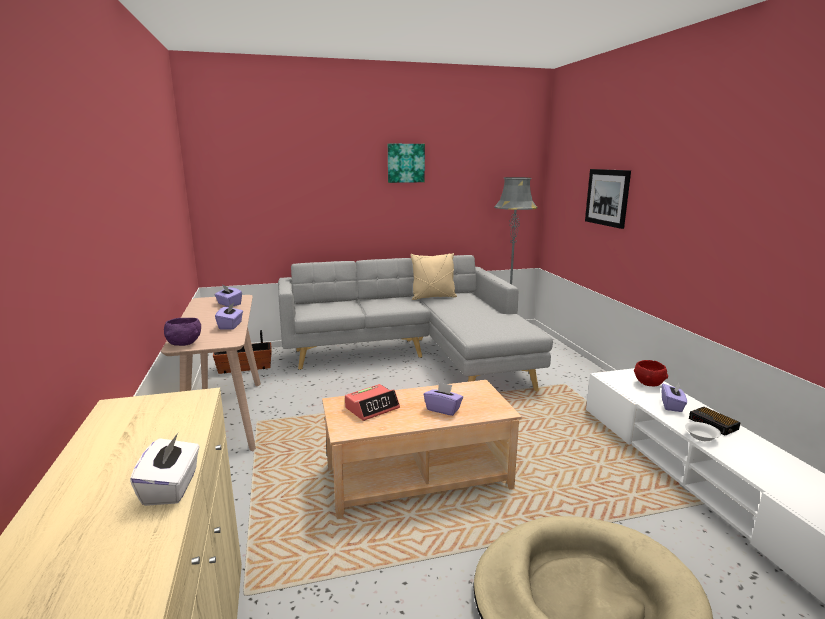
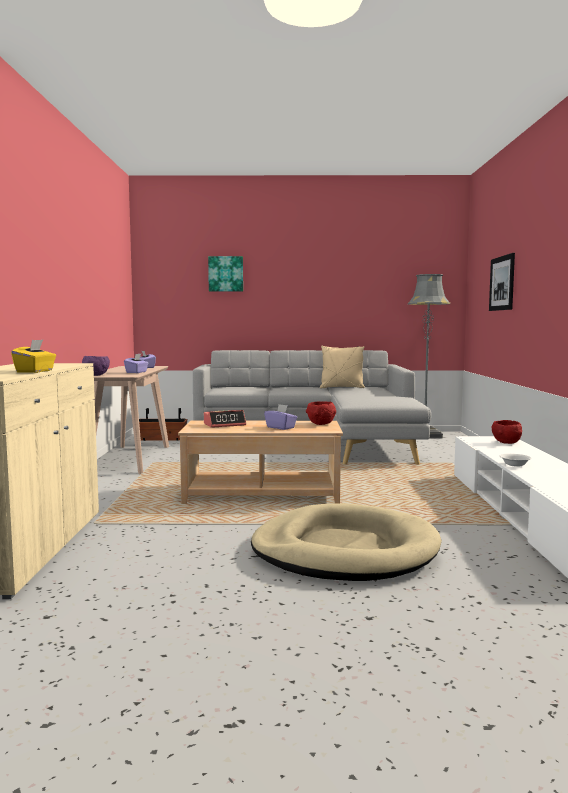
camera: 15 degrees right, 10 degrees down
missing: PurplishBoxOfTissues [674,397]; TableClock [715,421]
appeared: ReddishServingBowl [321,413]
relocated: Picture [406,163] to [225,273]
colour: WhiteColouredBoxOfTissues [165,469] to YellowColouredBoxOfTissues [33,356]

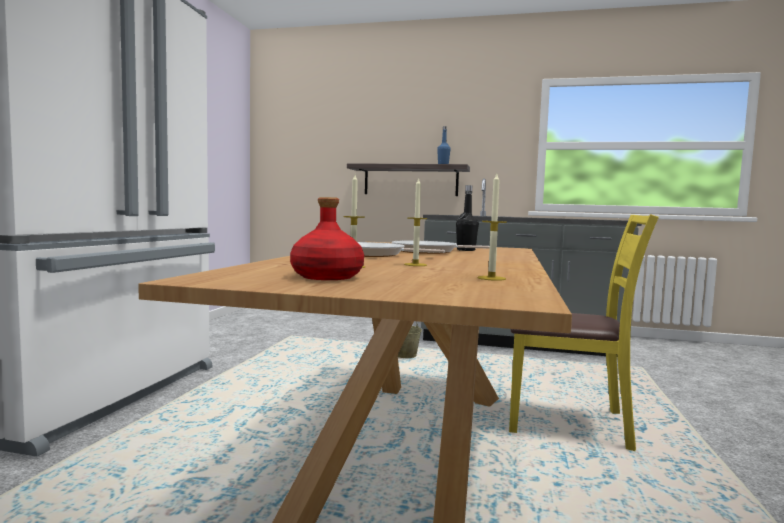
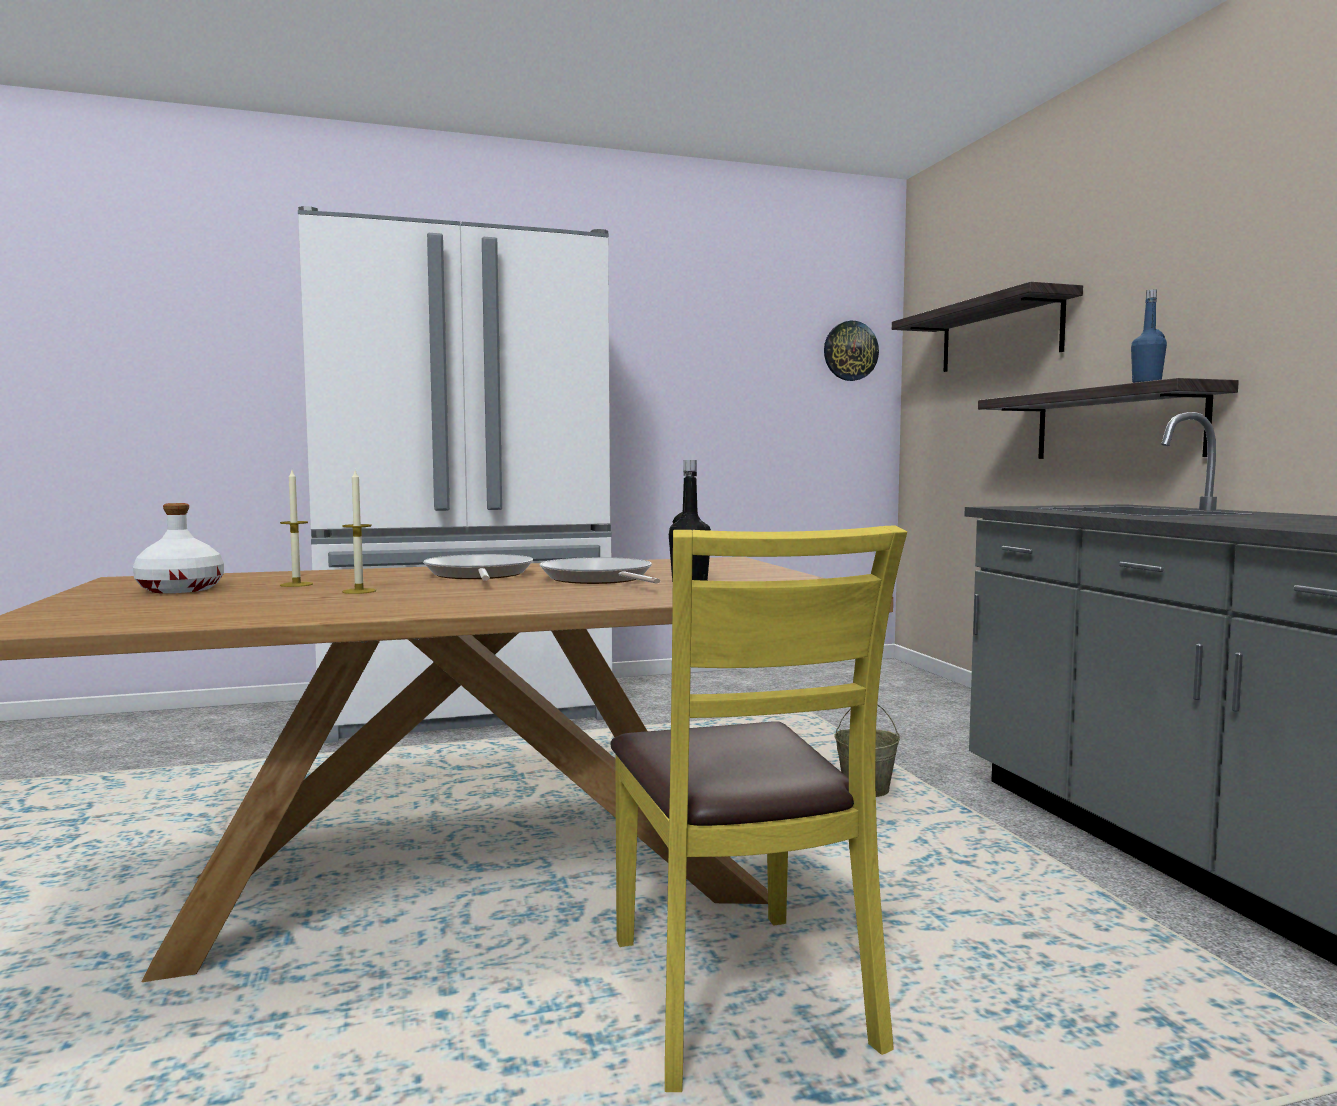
camera: 60 degrees right, 0 degrees up
missing: WaxCandle [492,227]
appeared: ClockOnTheWall [851,351]; WallShelf [987,327]
colour: ReddishBottle [327,238] to WhiteColouredBottle [178,548]

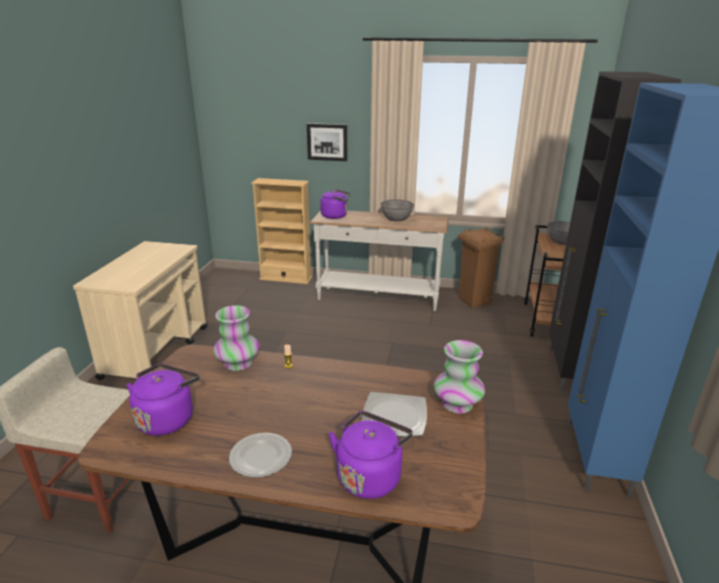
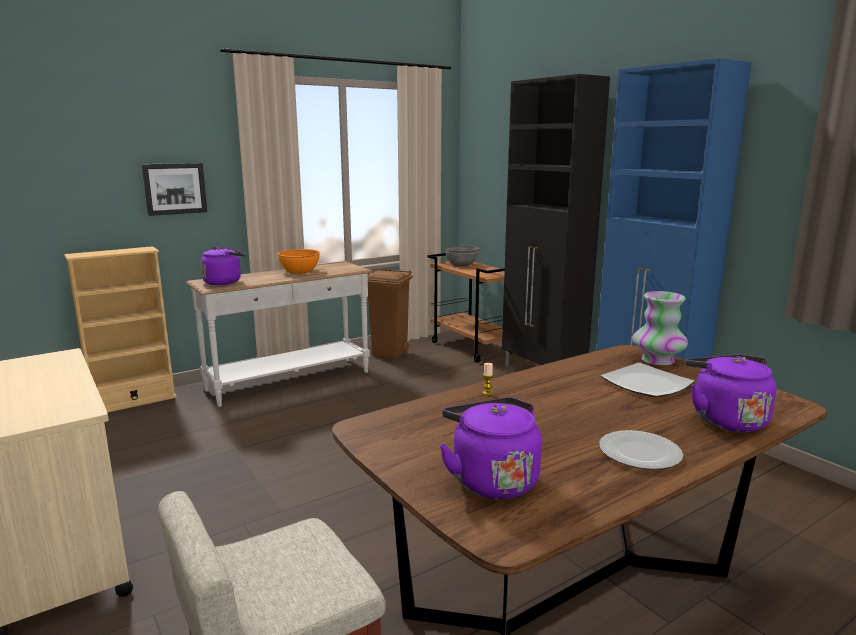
camera: 45 degrees left, 10 degrees down
missing: Vase [236,338]
colour: GreyishServingBowl [397,210] to OrangeColouredServingBowl [298,261]

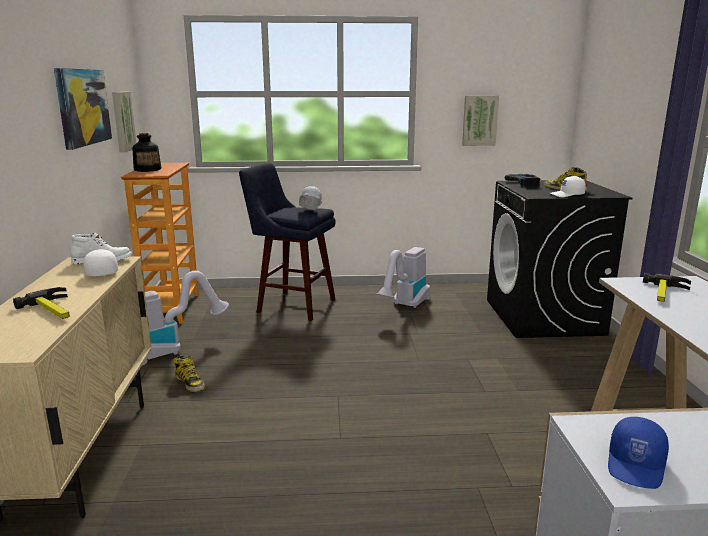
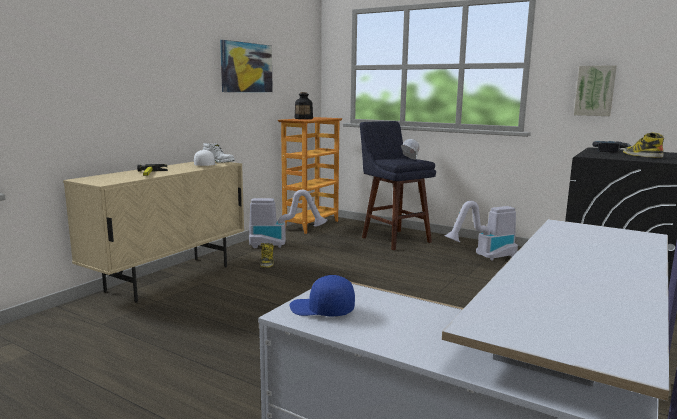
camera: 35 degrees right, 5 degrees down
missing: Picture [124,122]; WhiteColouredBaseballCap [568,186]; ToolHammer [667,287]
spun: BlueColouredBaseballCap [638,453] = [322,296] 45 degrees clockwise

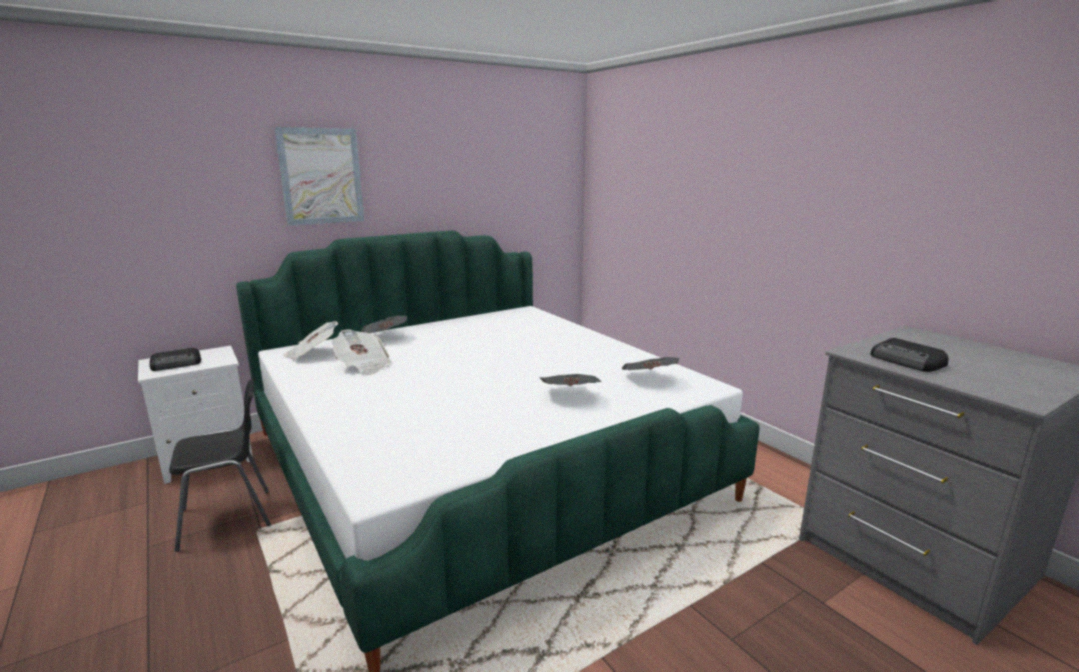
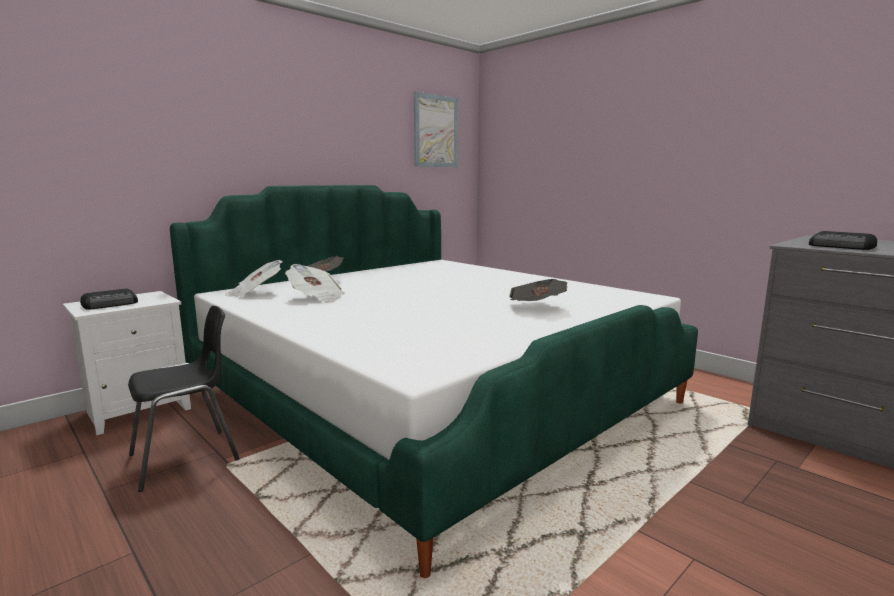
camera: 10 degrees left, 5 degrees down
missing: DailyPaper [651,363]
relocated: Picture [319,176] to [436,129]

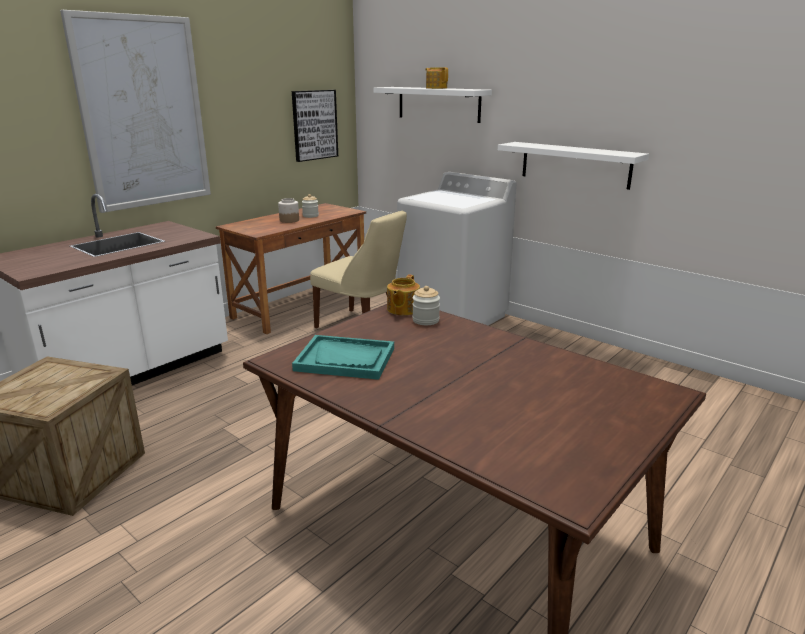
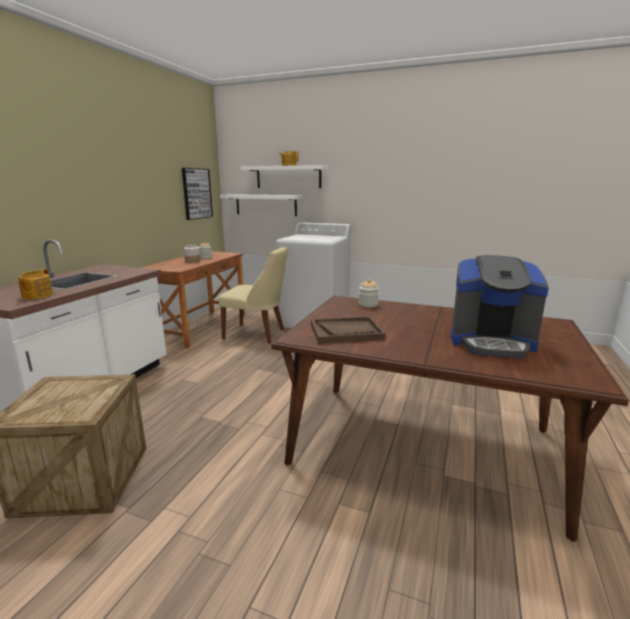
camera: 20 degrees left, 5 degrees down
missing: Picture [135,111]
appeared: CoffeeMaker [500,306]
relocated: TeaPot [403,294] to [35,284]; WhiteColouredWallShelf [573,166] to [262,205]
colour: TurquoiseServingTray [343,357] to BrownishServingTray [348,330]

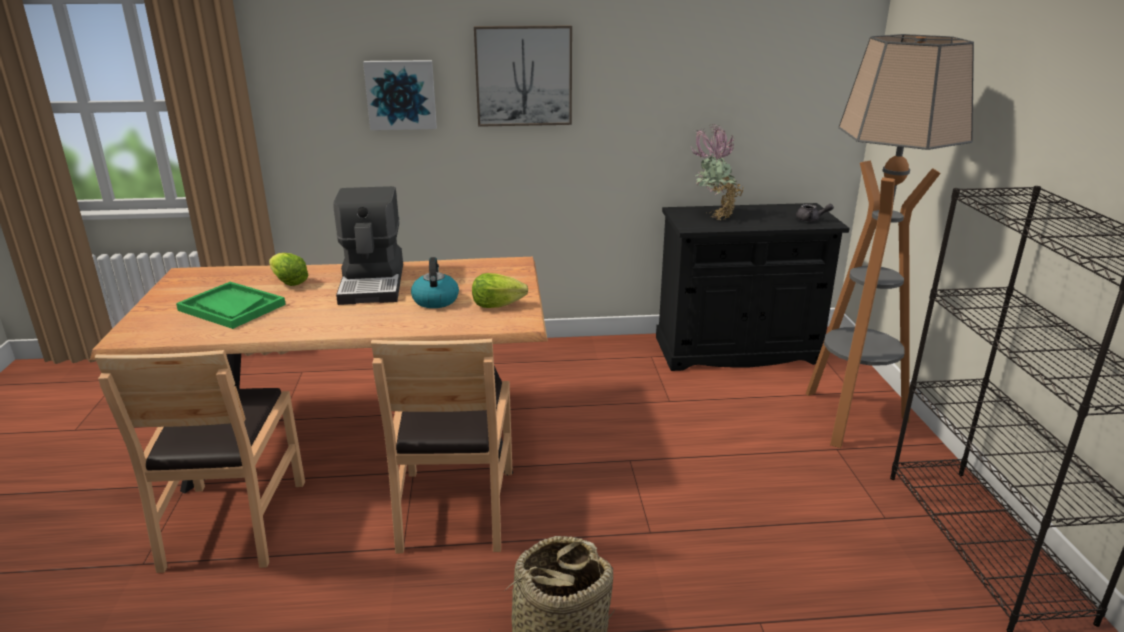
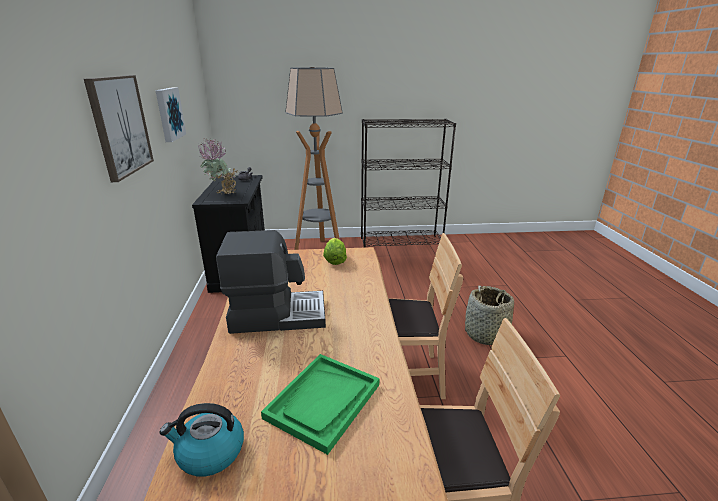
camera: 90 degrees left, 0 degrees up
missing: Lettuce [288,269]
relocated: Picture [400,95] to [170,114]; TeaKettle [435,282] to [202,440]

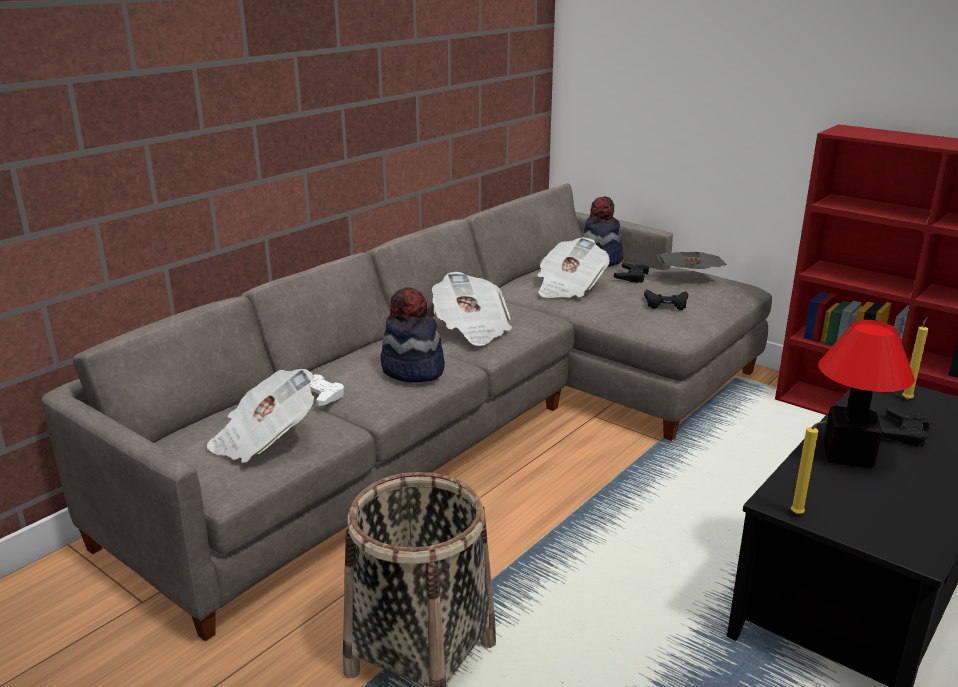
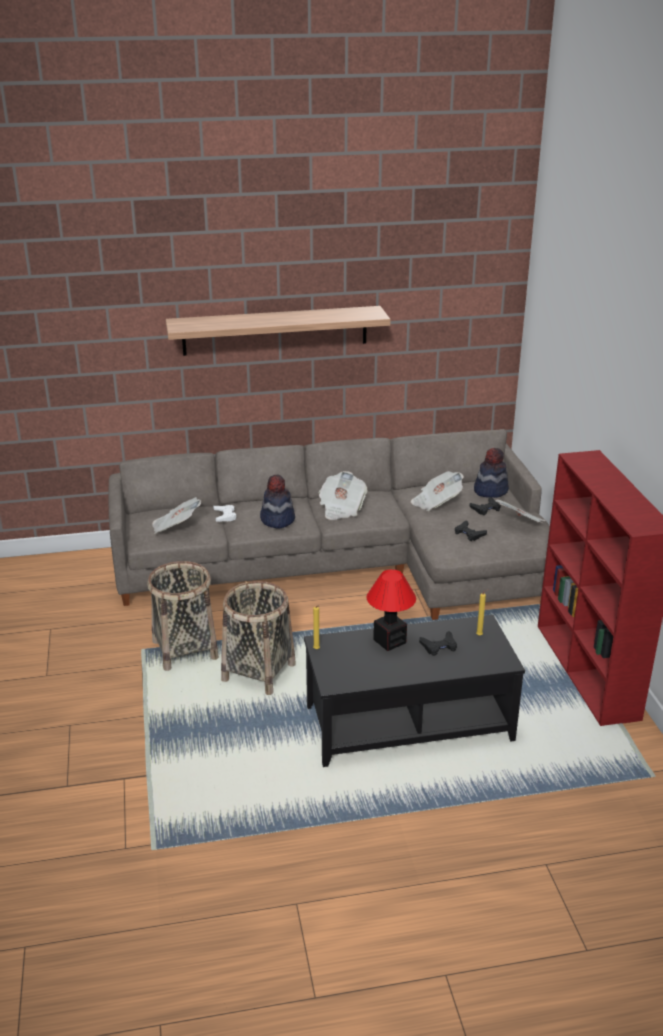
camera: 40 degrees right, 5 degrees up
appeared: WallShelf [278,331]; Basket [258,638]

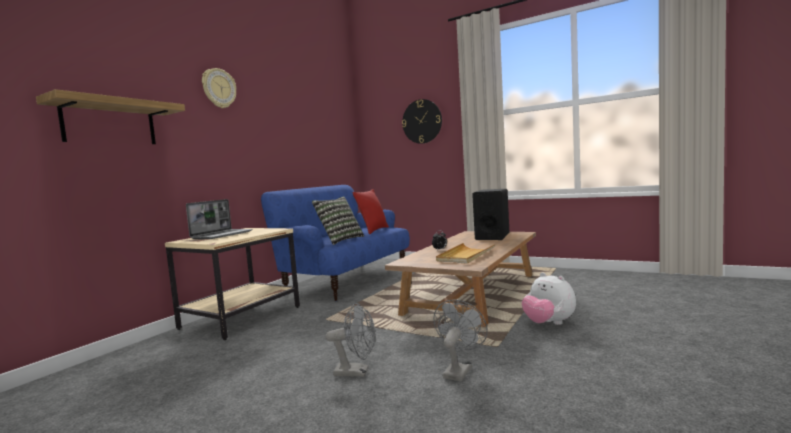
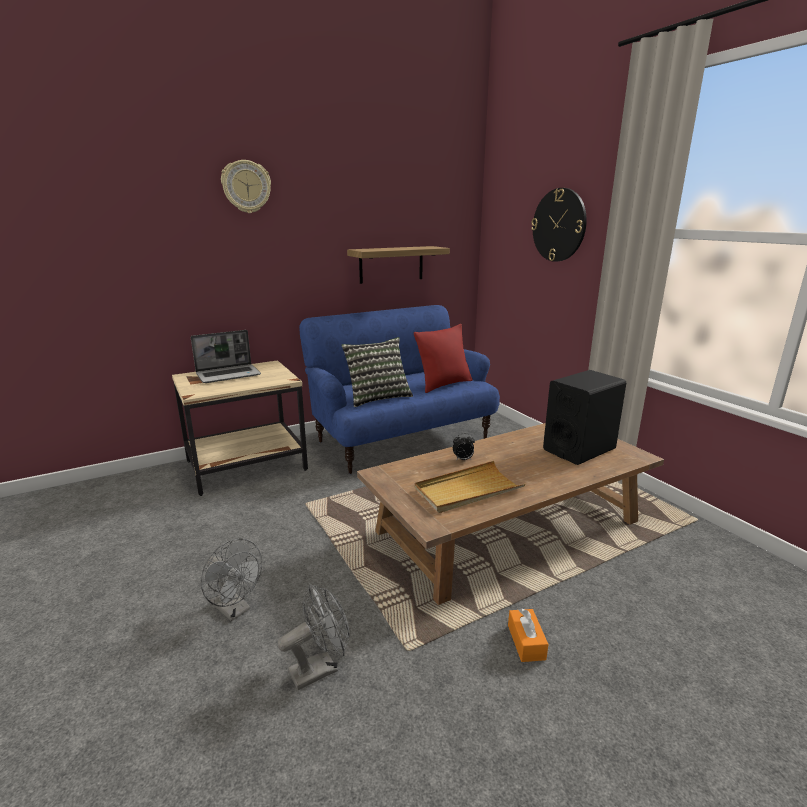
camera: 30 degrees right, 15 degrees up
relocated: WallShelf [110,116] to [398,265]
exchanged: CuddlyToy [549,298] to OrangeColouredBoxOfTissues [528,635]

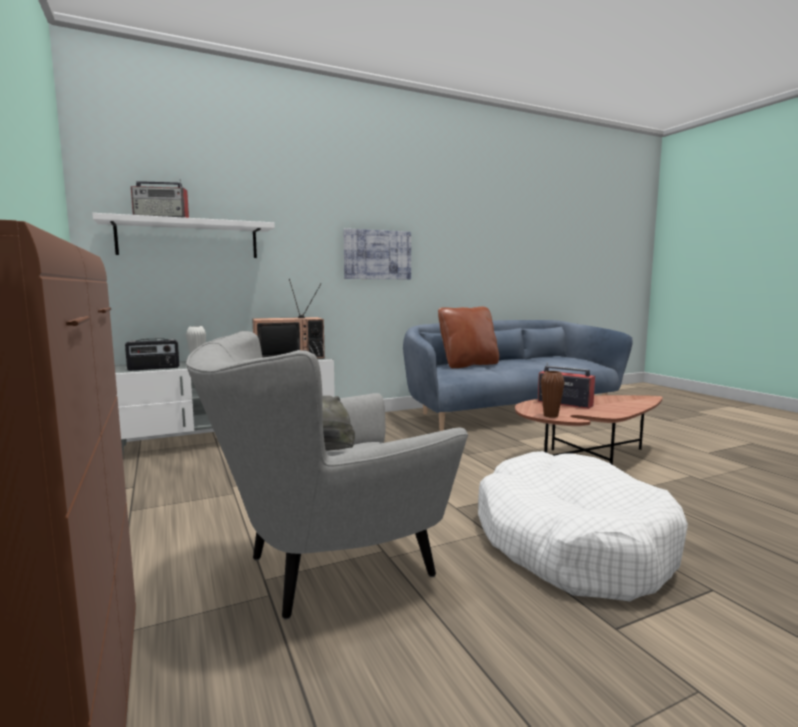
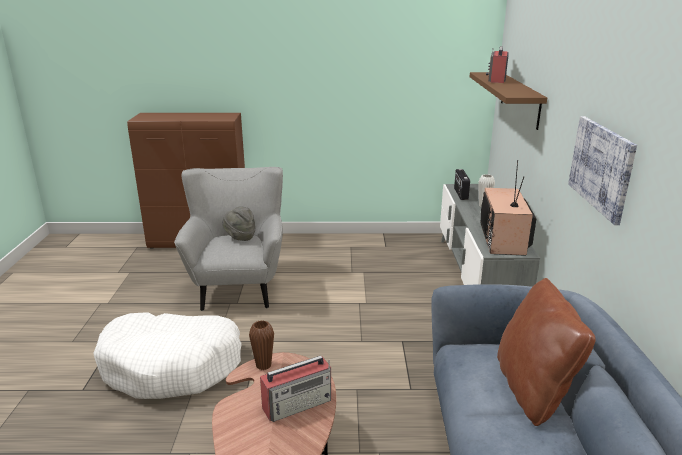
camera: 115 degrees right, 15 degrees up
colour: WhiteColouredWallShelf [183,235] to BrownishWallShelf [508,101]

